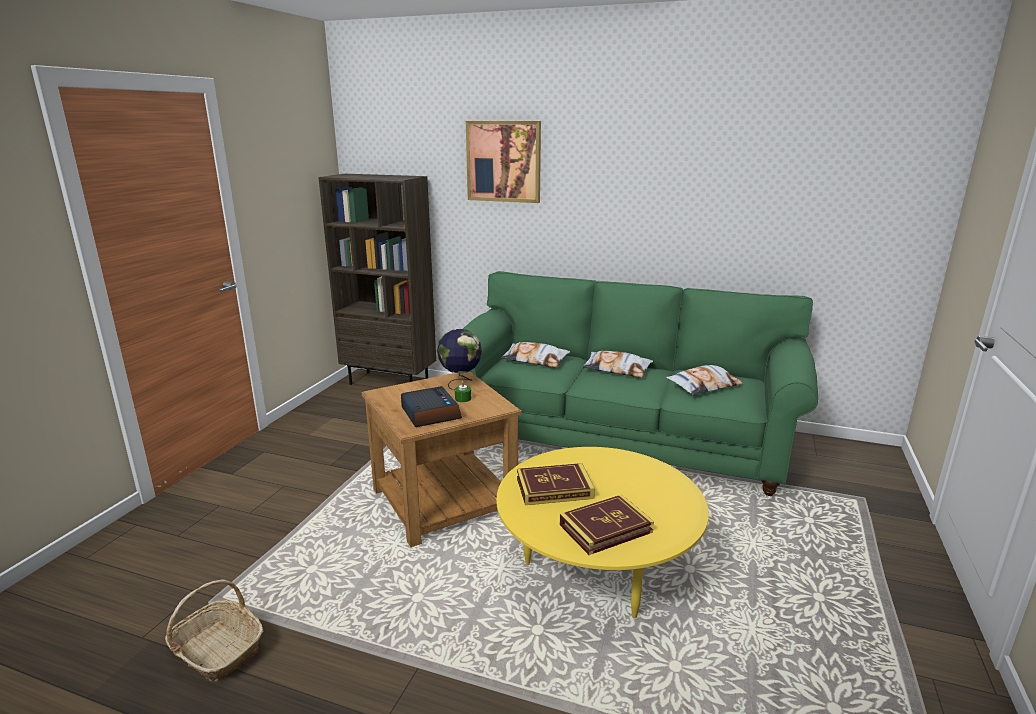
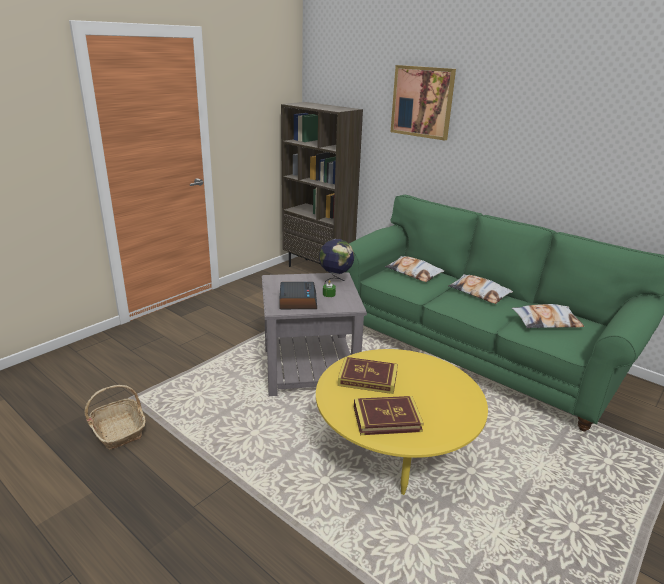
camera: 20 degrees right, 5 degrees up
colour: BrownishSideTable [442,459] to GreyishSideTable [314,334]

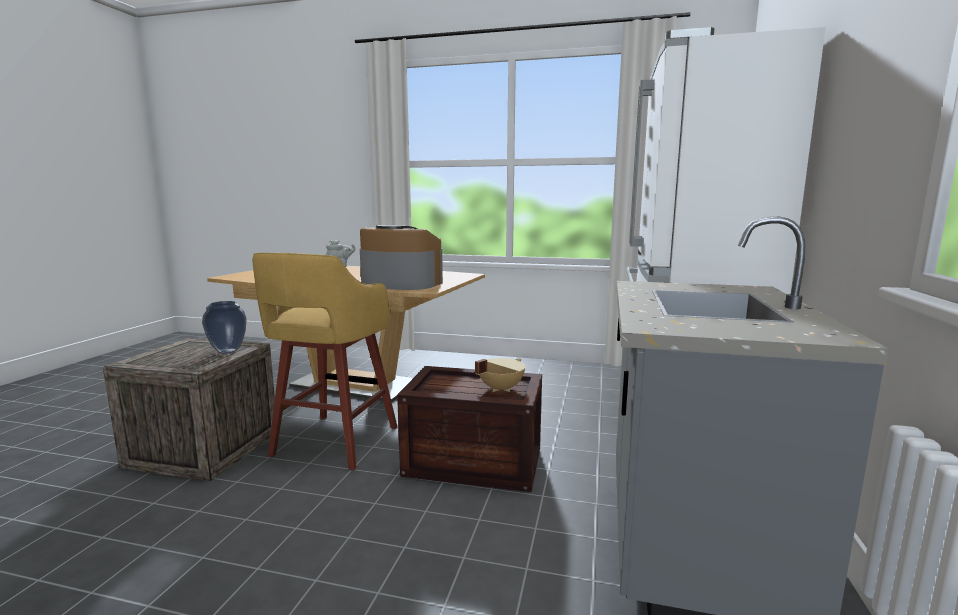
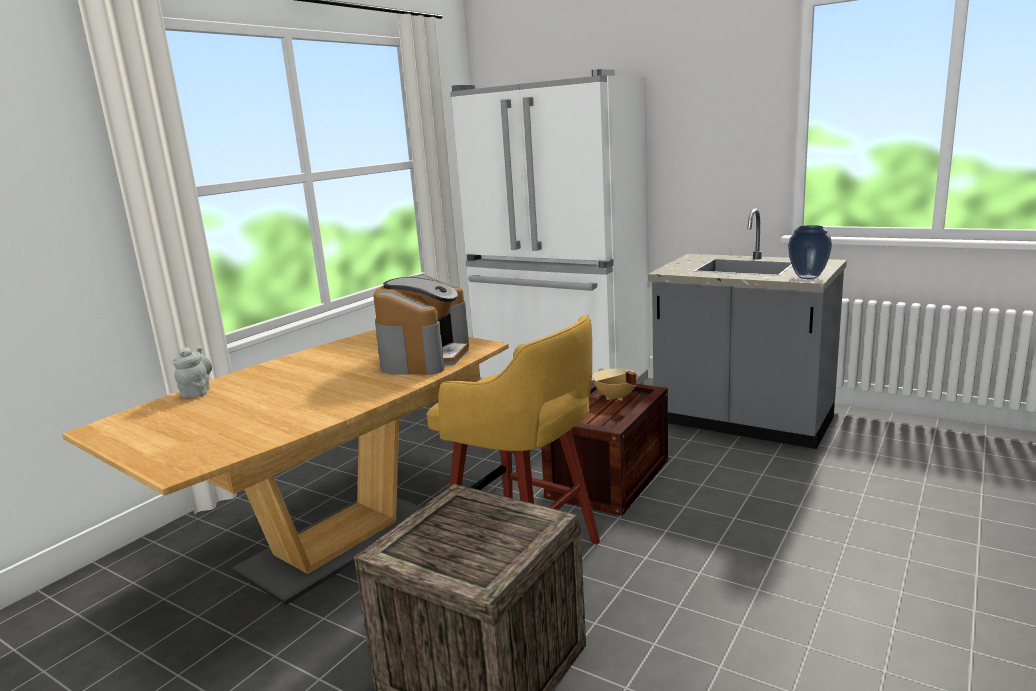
camera: 70 degrees left, 5 degrees up
relocated: Vase [224,327] to [810,252]
spun: CoffeeMaker [401,257] = [421,325] 150 degrees clockwise

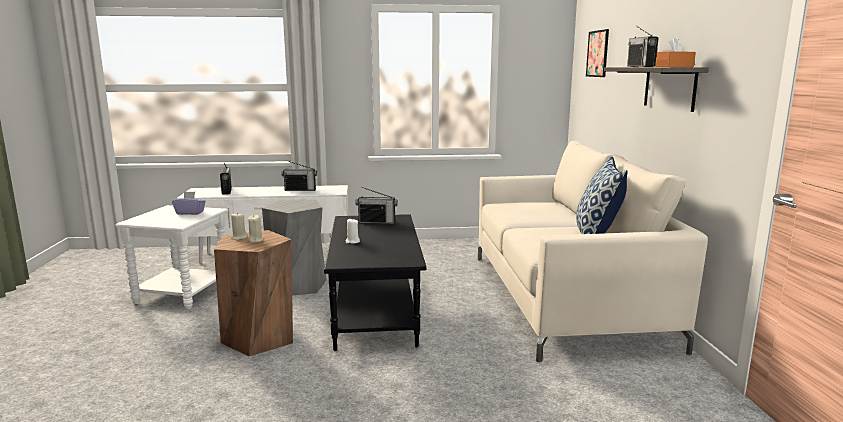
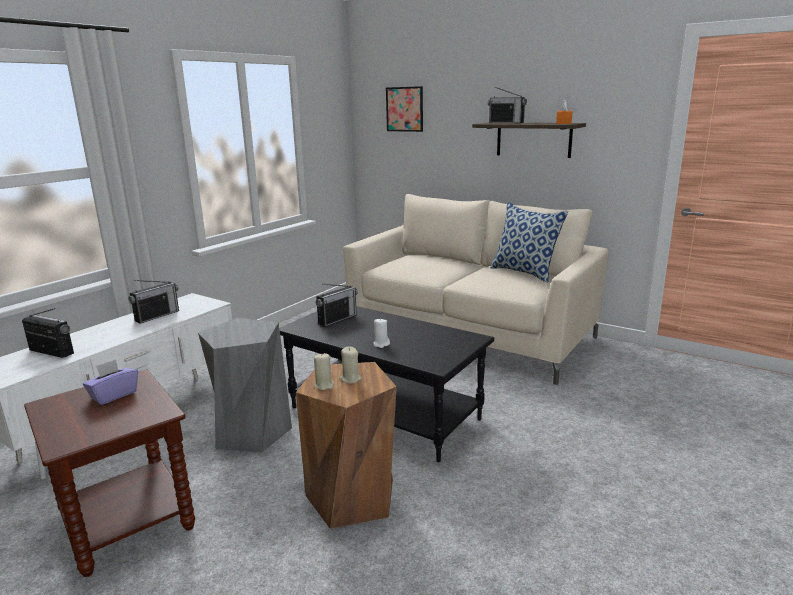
camera: 50 degrees left, 5 degrees up
colour: WhiteColouredSideTable [171,257] to BrownishSideTable [109,473]

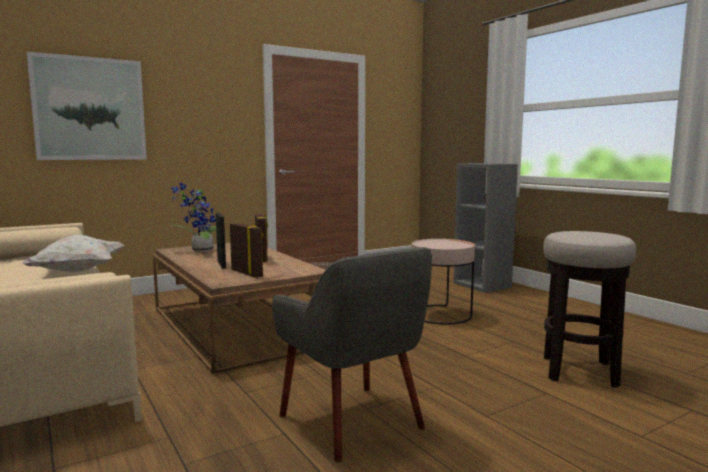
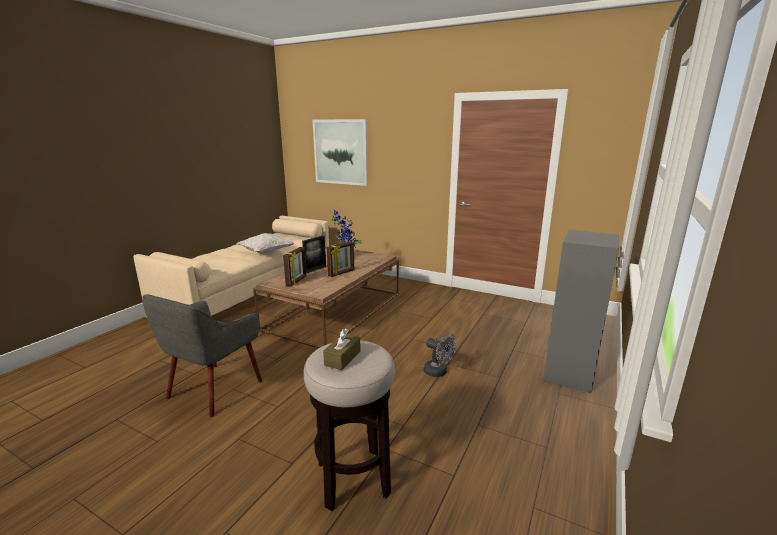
camera: 60 degrees right, 10 degrees up
appeared: BrownishBoxOfTissues [342,349]
exchanged: PinkSideTable [443,282] to GreyishCoolingFan [439,355]

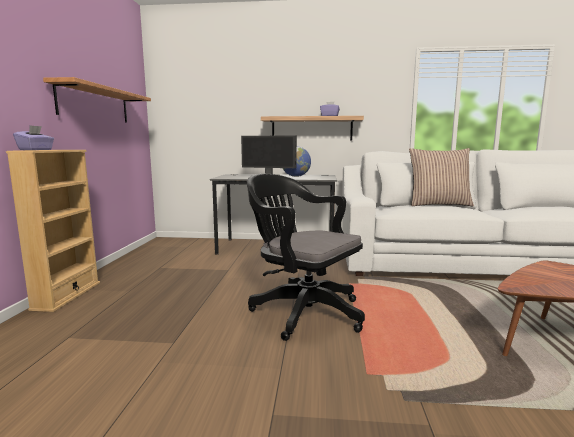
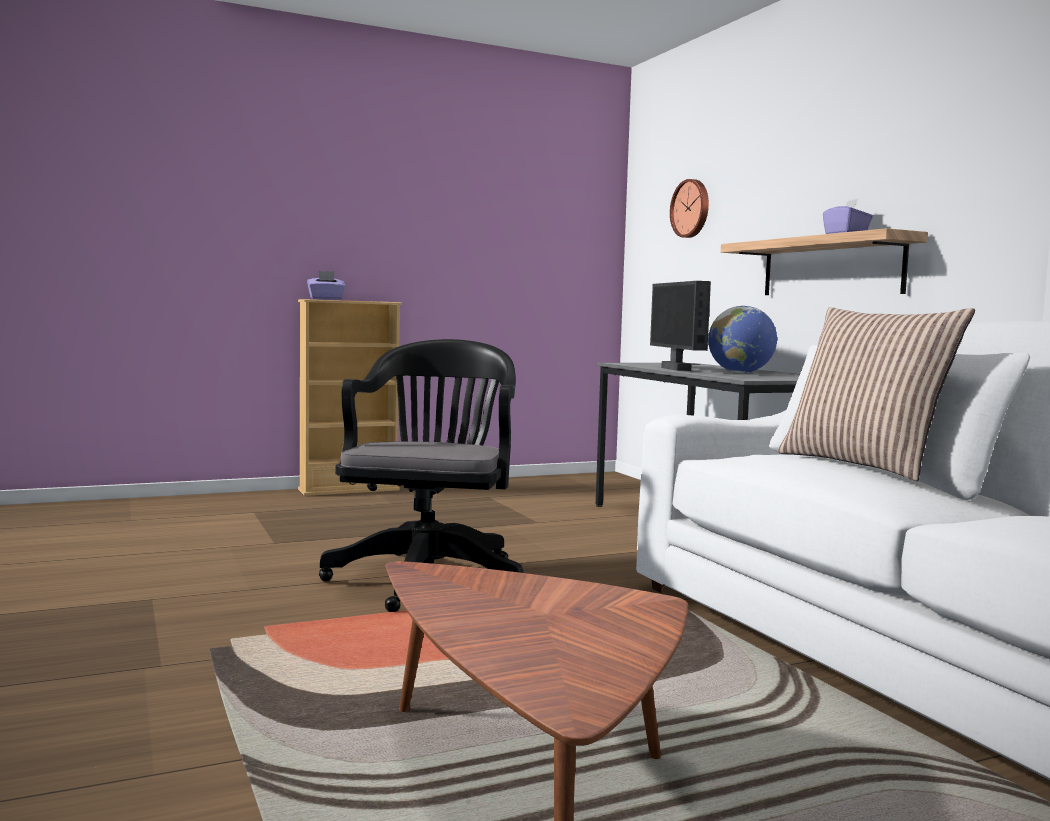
camera: 60 degrees right, 5 degrees down
missing: WallShelf [97,100]
appeared: ClockOnTheWall [689,208]

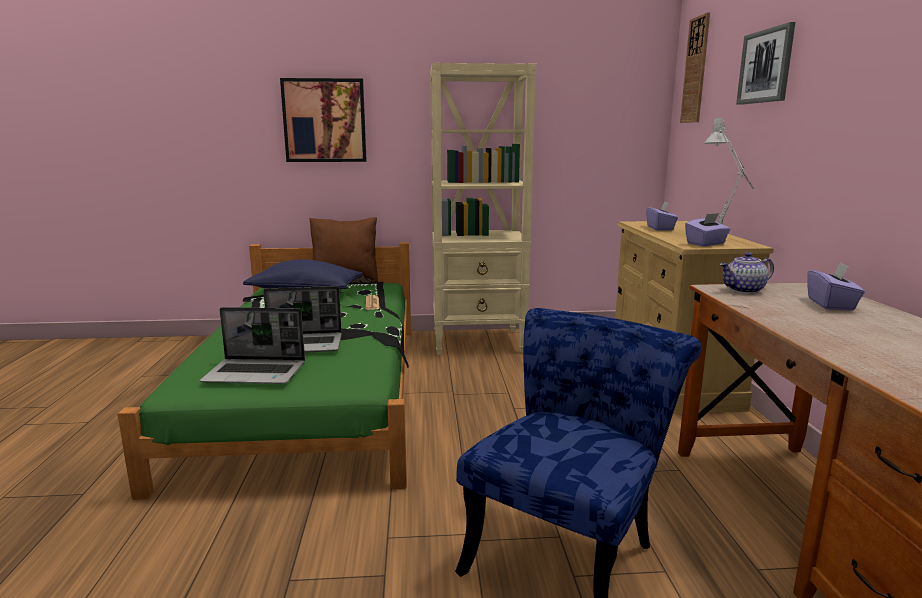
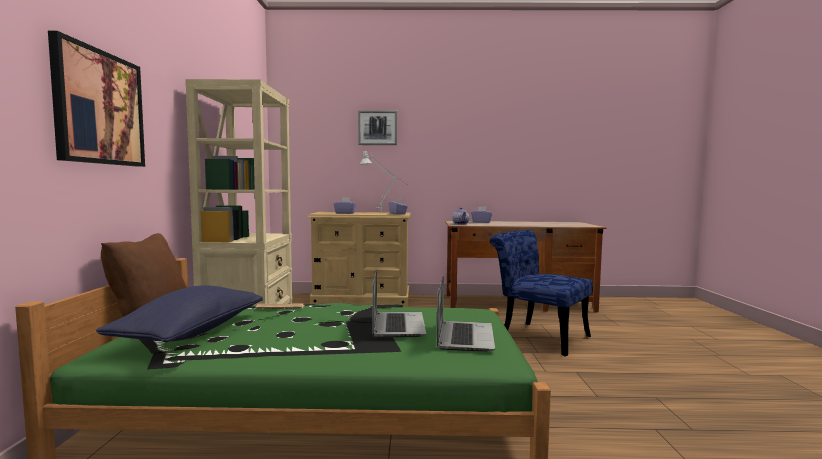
camera: 85 degrees left, 10 degrees down
missing: ClockOnTheWall [695,67]

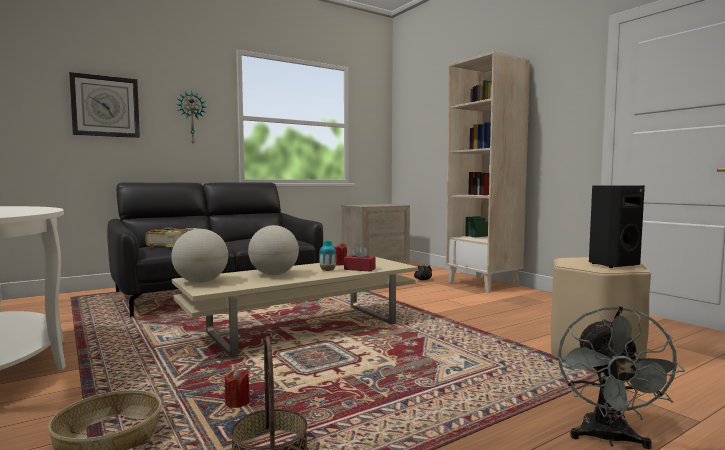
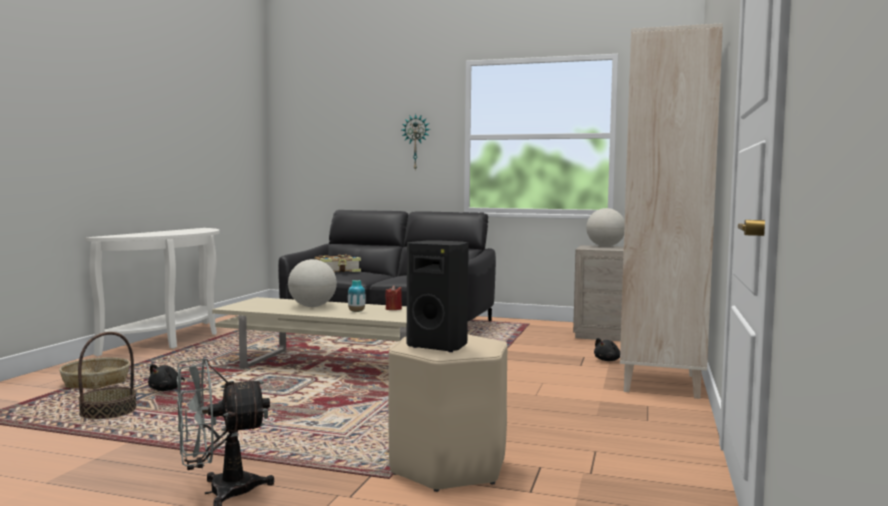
camera: 50 degrees right, 0 degrees up
missing: ClockOnTheWall [104,105]; ReddishBoxOfTissues [360,258]
relocated: WorldGlobe [199,256] to [605,227]
exchanged: ReddishWaxCandle [237,388] to BlackishCuddlyToy [166,377]

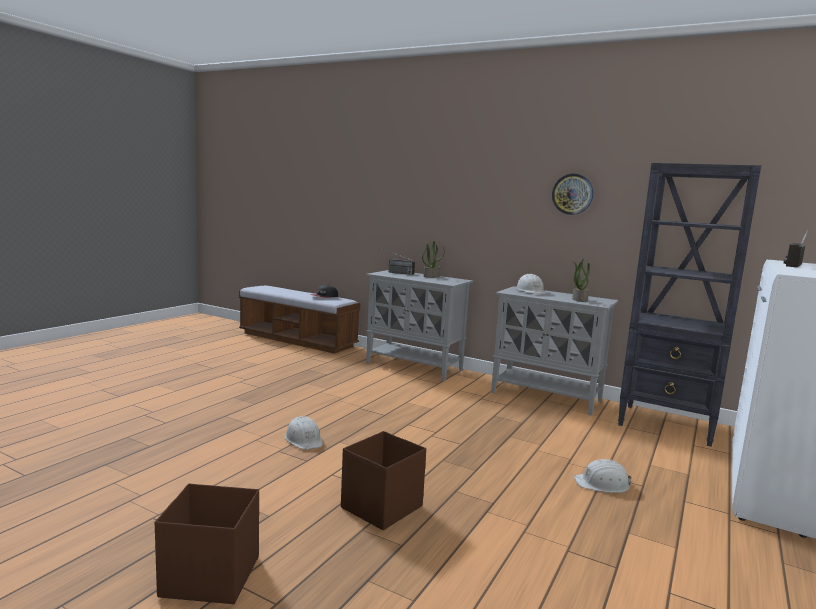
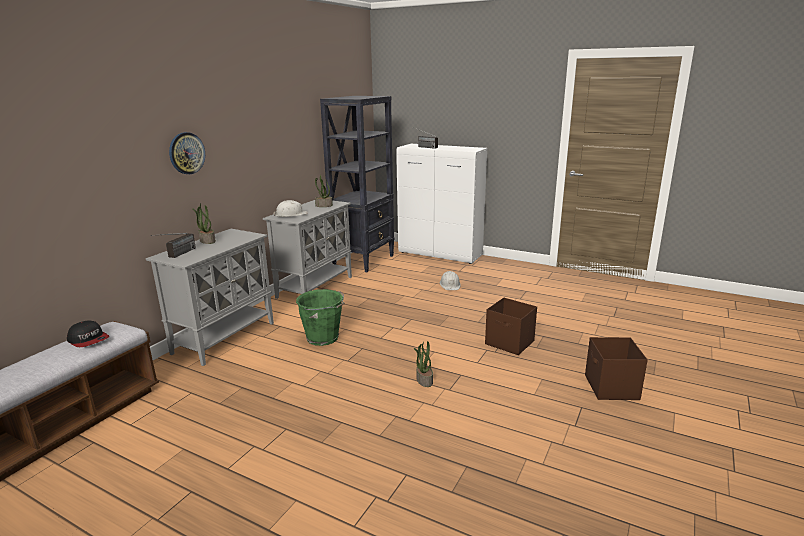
camera: 90 degrees left, 10 degrees up
appeared: GreenWaterBucket [320,317]
relocated: ClockOnTheWall [572,194] to [187,153]
exchanged: WhiteColouredWorkHelmet [304,433] to Houseplant [423,364]

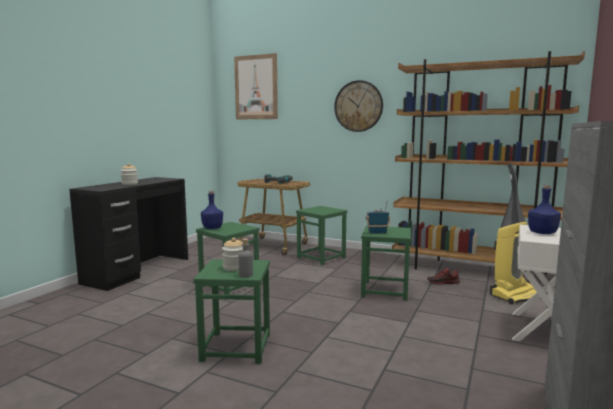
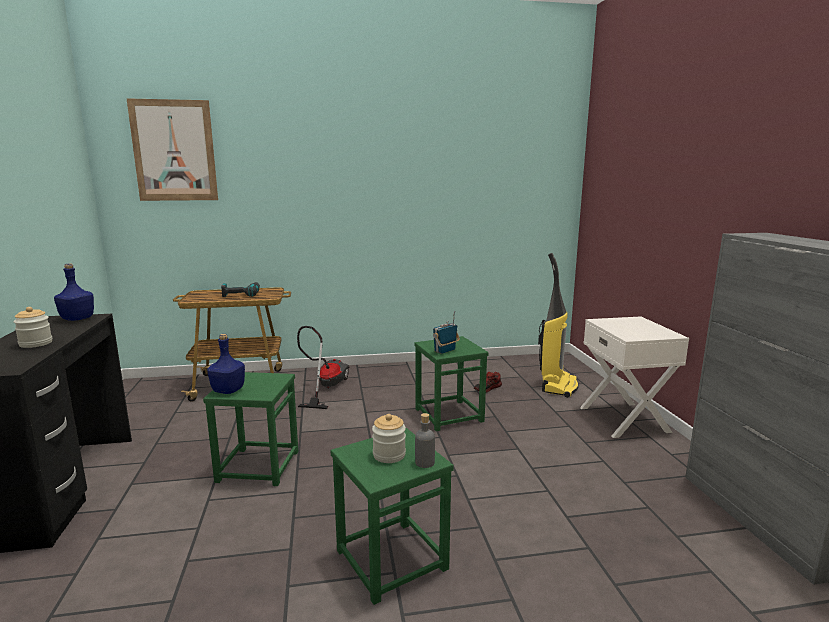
camera: 35 degrees left, 5 degrees up
missing: ClockOnTheWall [358,106]; BrownishBookshelf [488,167]
relocated: BlueColouredBottle [544,209] to [74,292]
exchanged: GreenSittingStool [321,235] to VacuumCleaner [323,367]

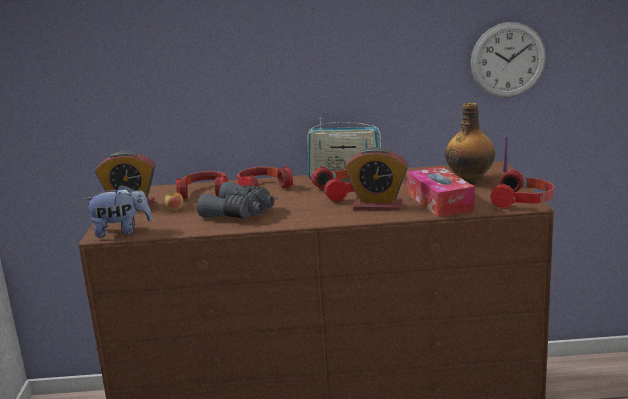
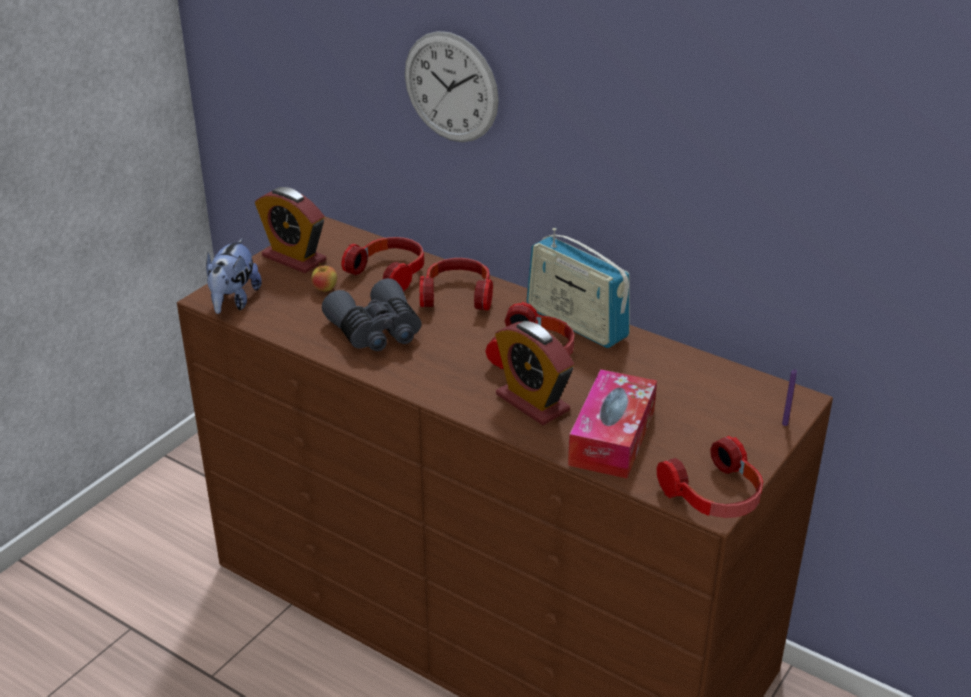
camera: 35 degrees right, 15 degrees up
missing: Bottle [470,143]
relocated: ClockOnTheWall [508,60] to [452,86]
spun: CuddlyToy [117,210] = [234,276] 75 degrees clockwise

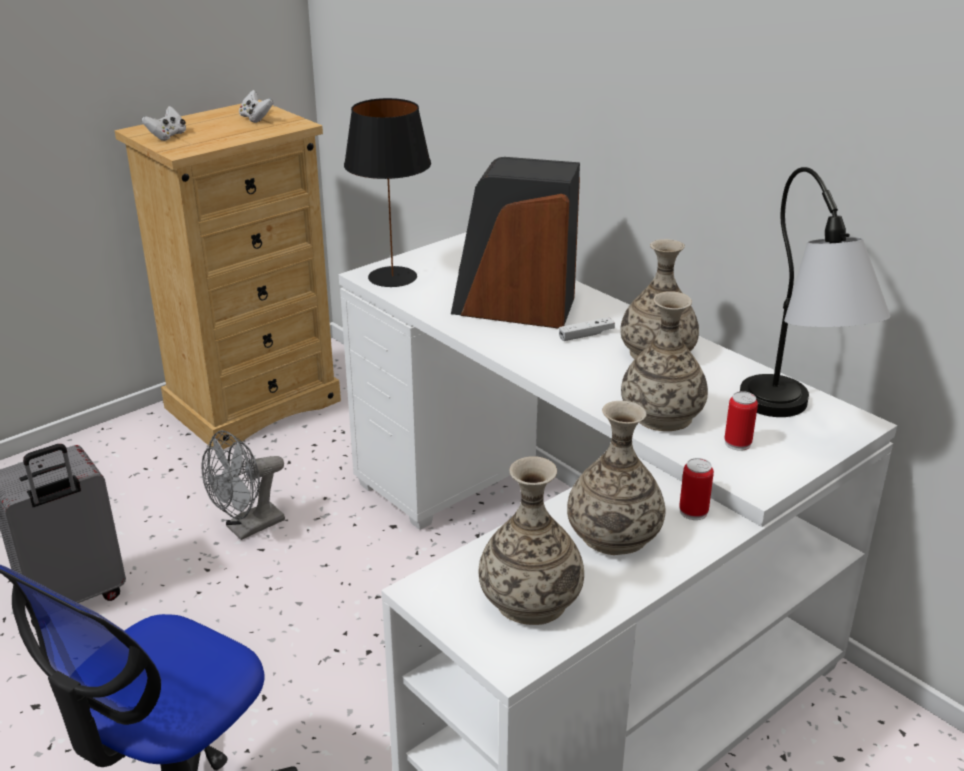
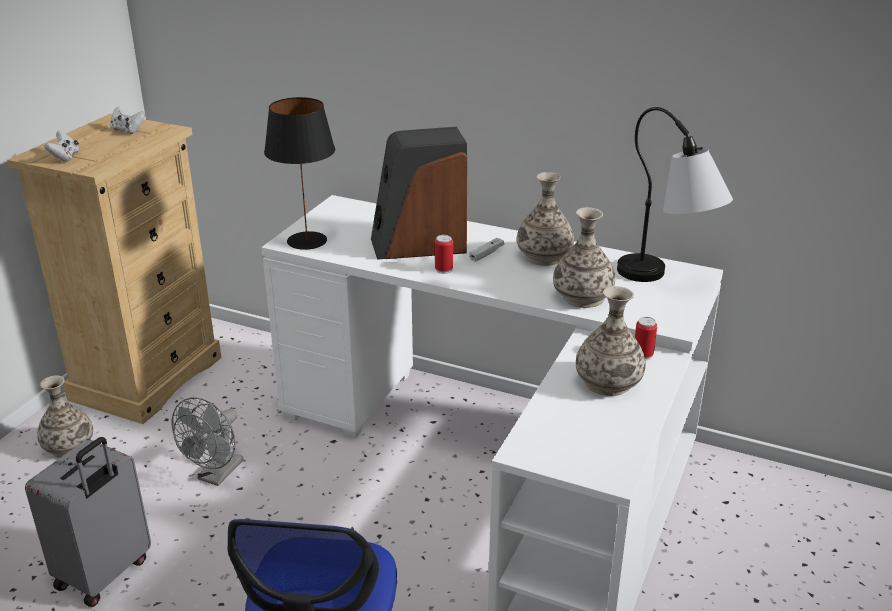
camera: 25 degrees left, 0 degrees up
relocated: Vase [531,540] to [65,416]; SealedCan [741,421] to [444,254]

